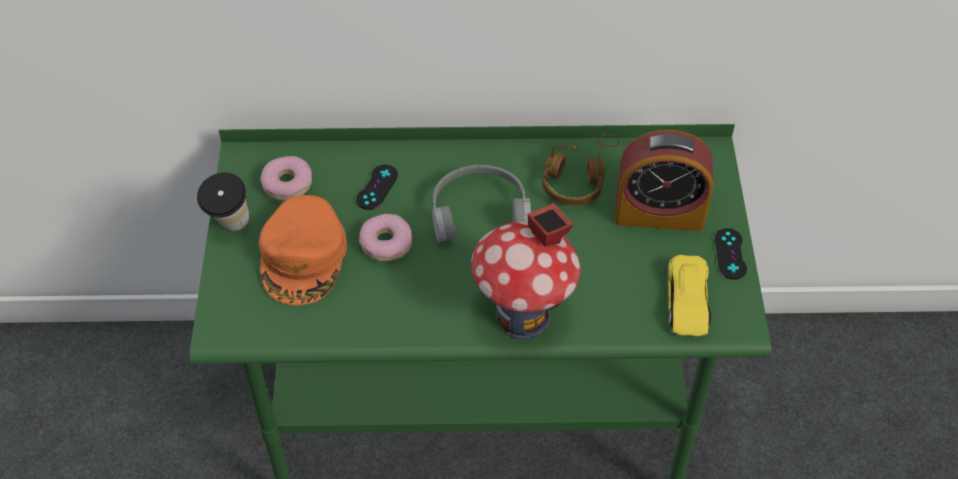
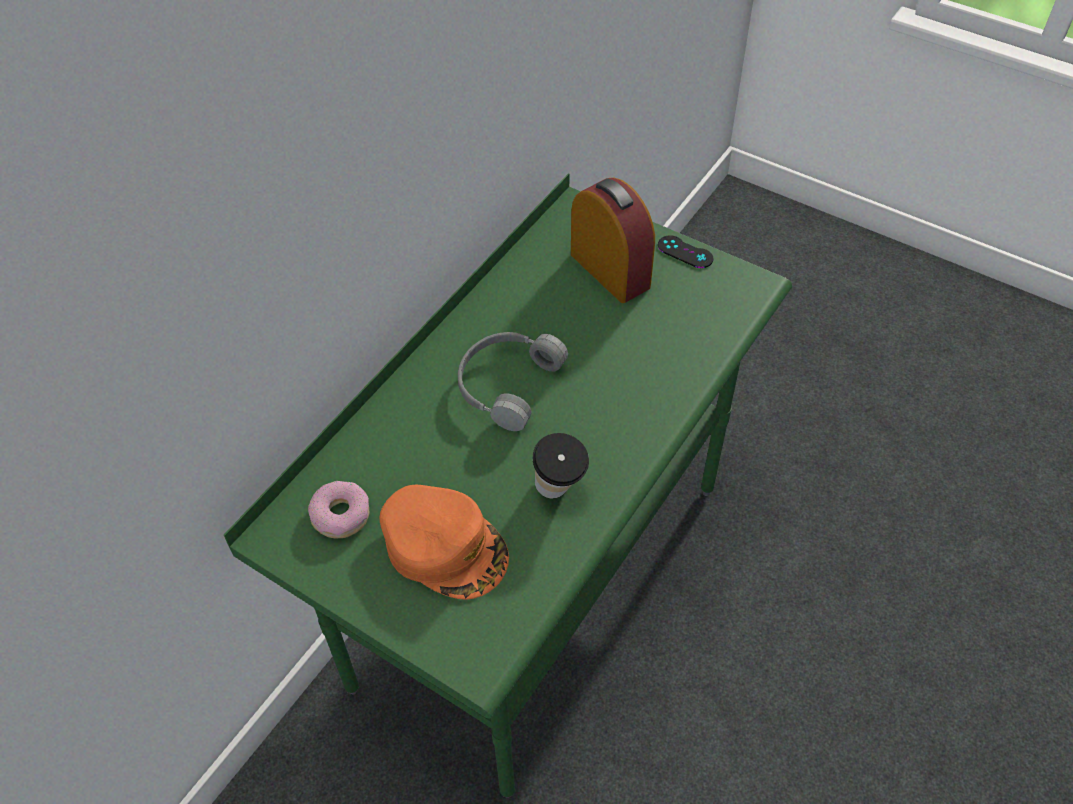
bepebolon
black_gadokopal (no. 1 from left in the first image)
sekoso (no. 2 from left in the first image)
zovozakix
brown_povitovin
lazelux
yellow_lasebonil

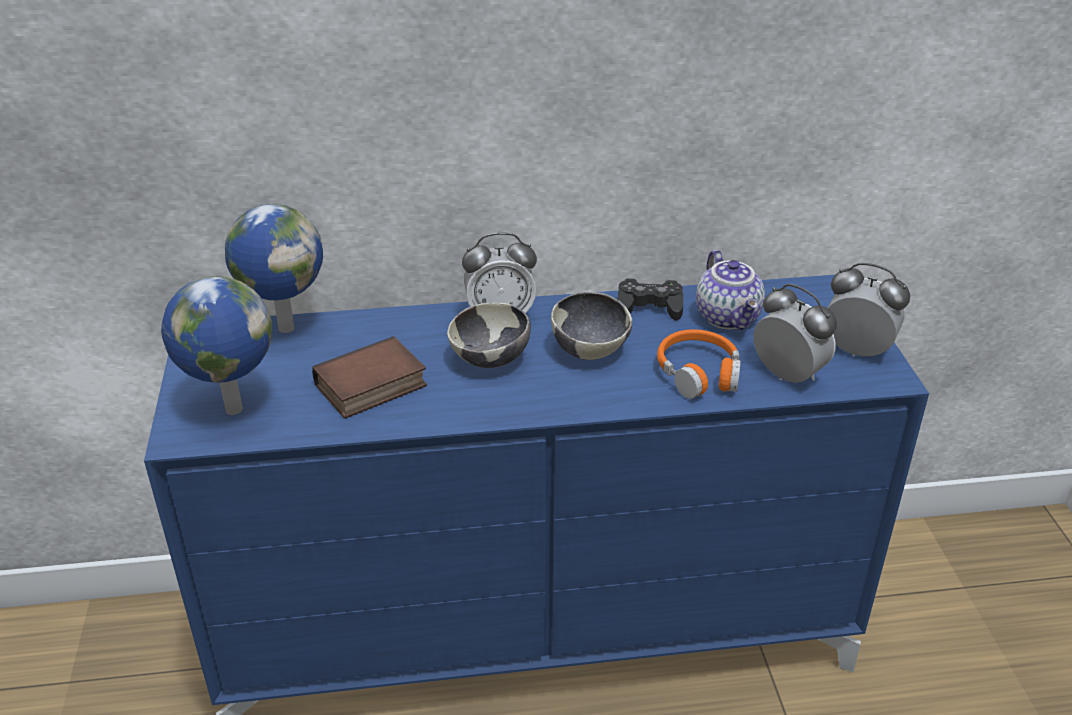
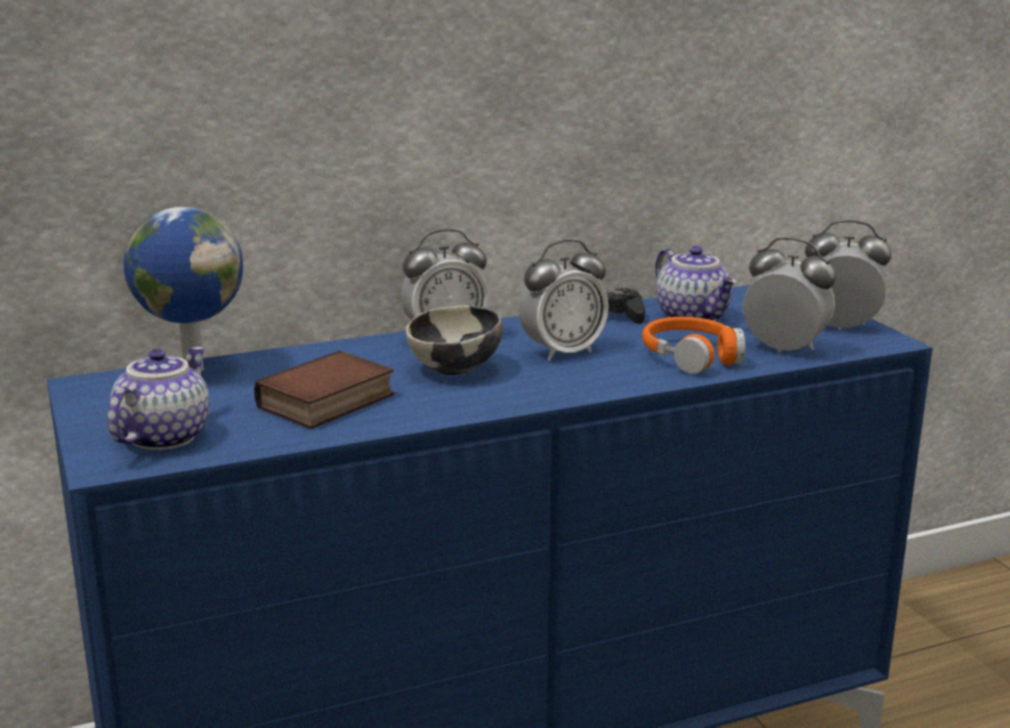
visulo (no. 1 from left)
lazelux (no. 2 from left)

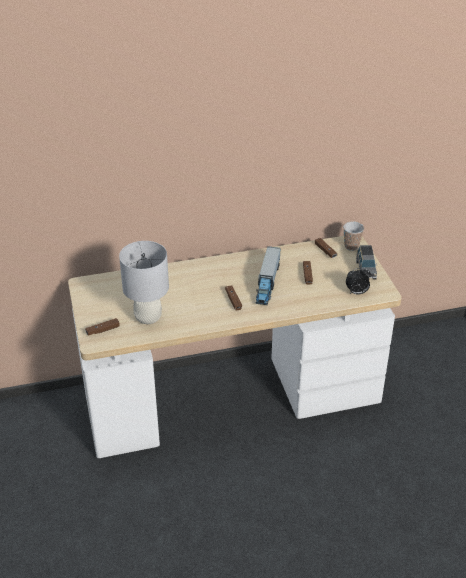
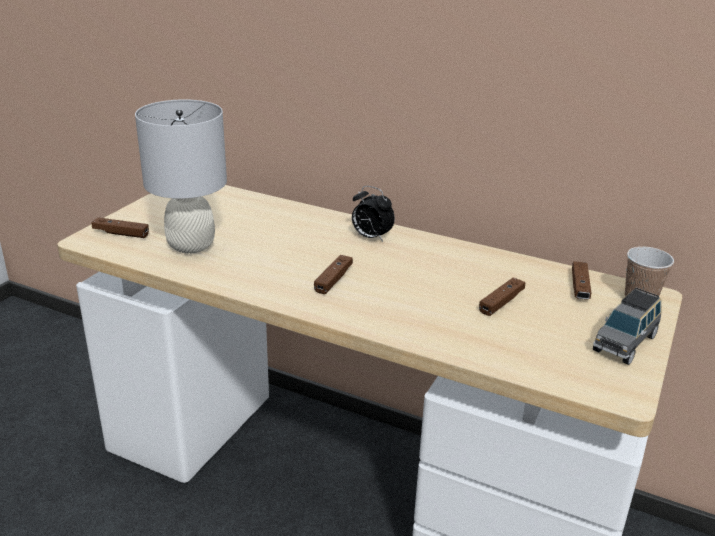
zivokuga
lazelux

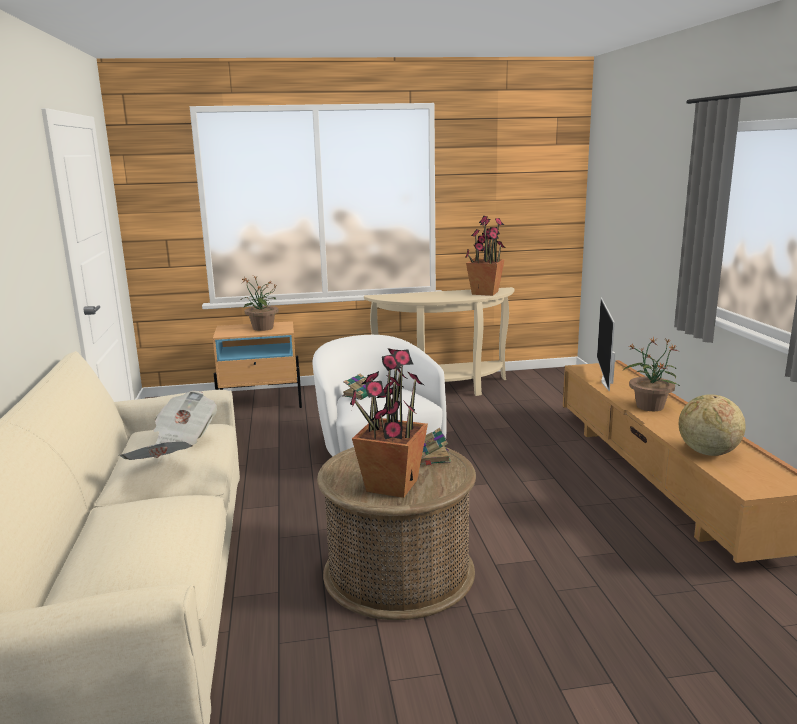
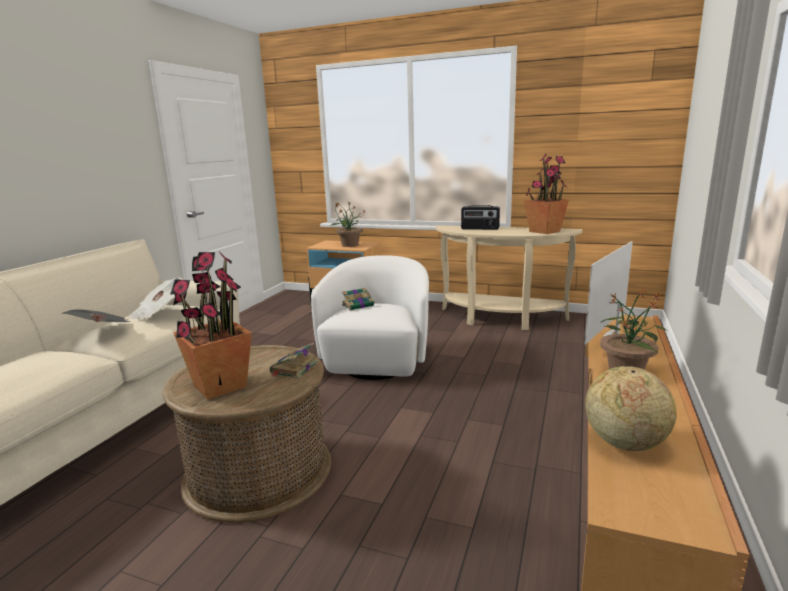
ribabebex

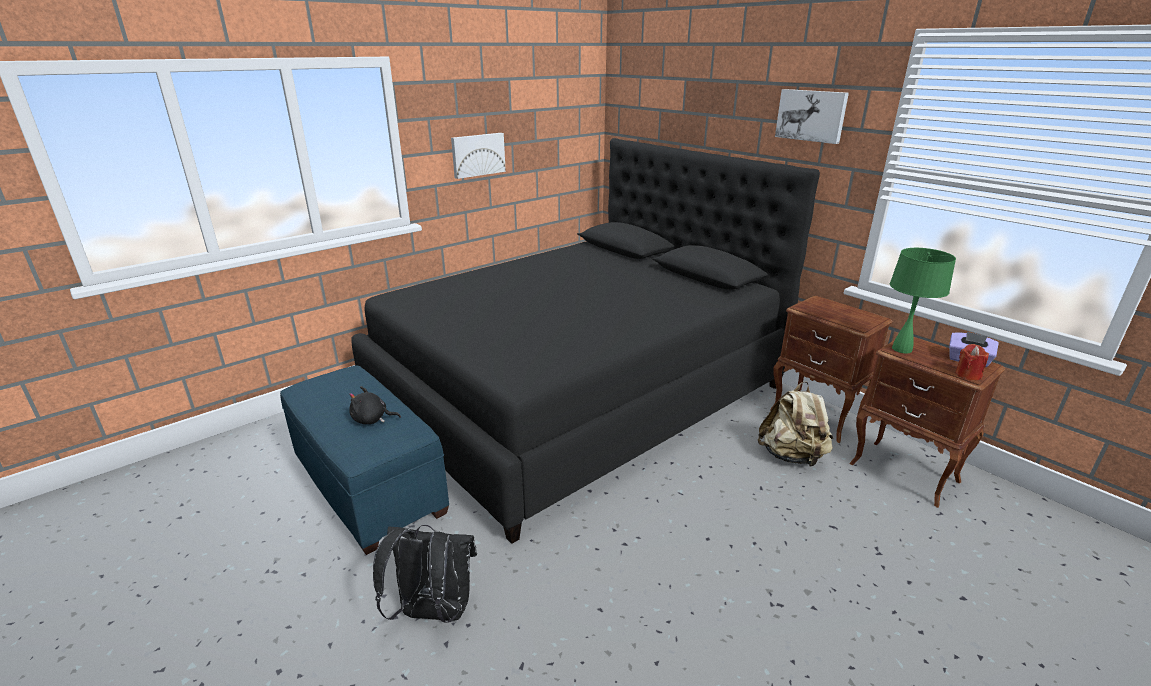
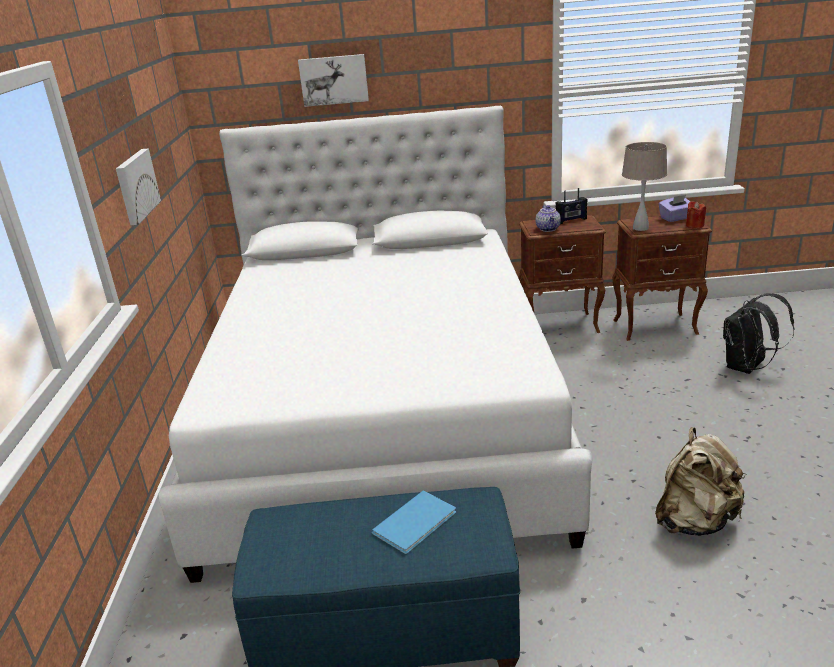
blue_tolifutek
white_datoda
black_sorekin
beige_sorekin
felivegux (no. 2 from left)
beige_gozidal
visulo
ribabebex

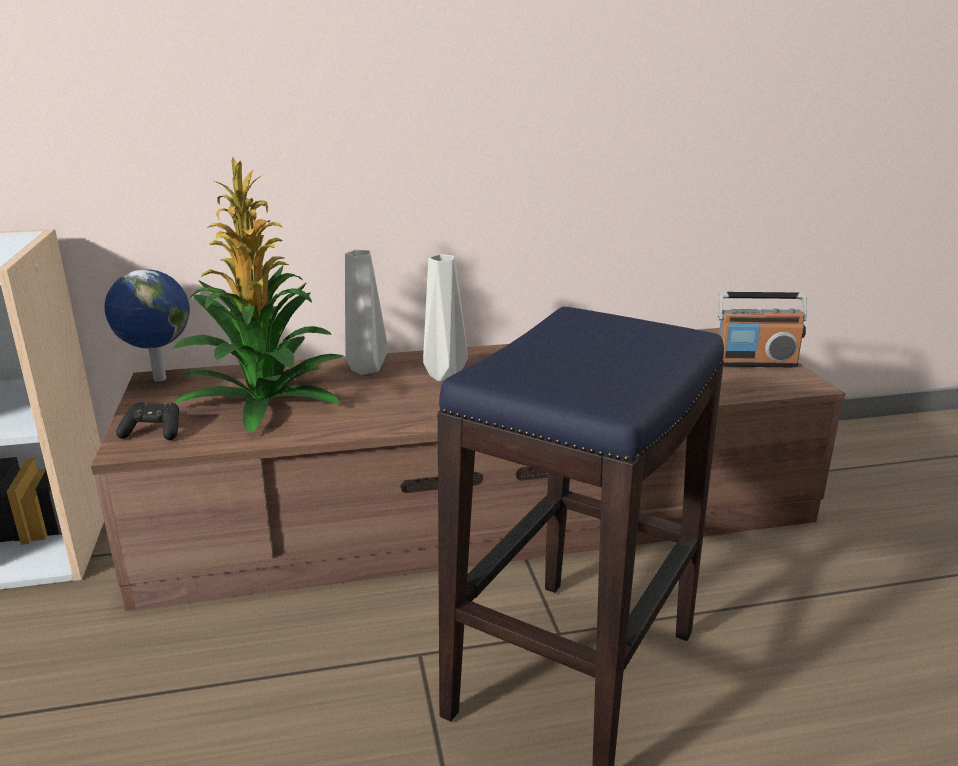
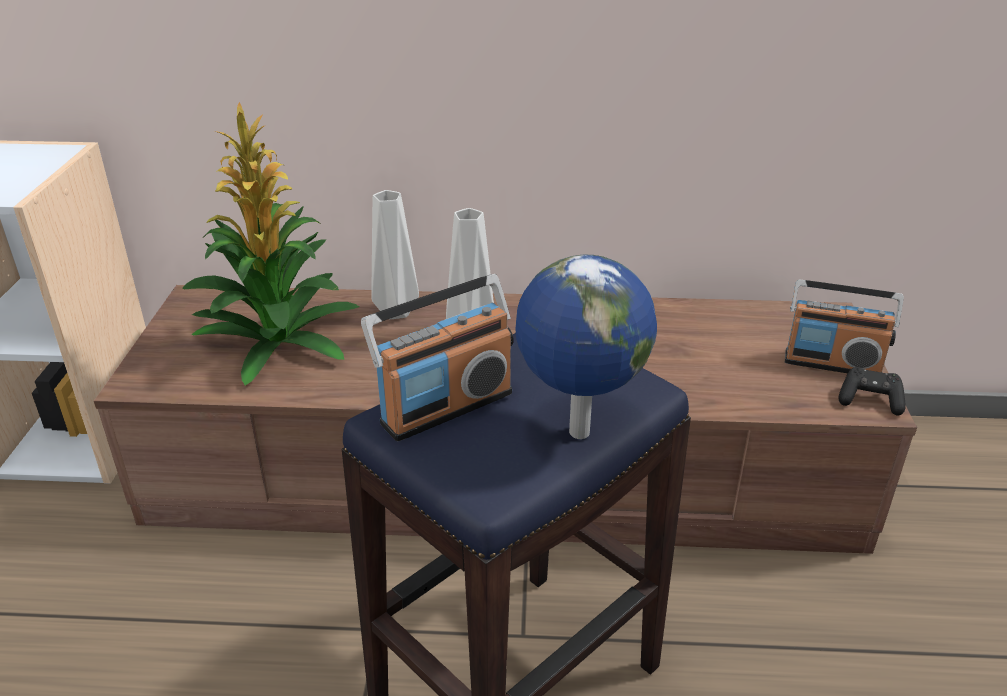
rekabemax
black_gadokopal
ribabebex (no. 1 from left)

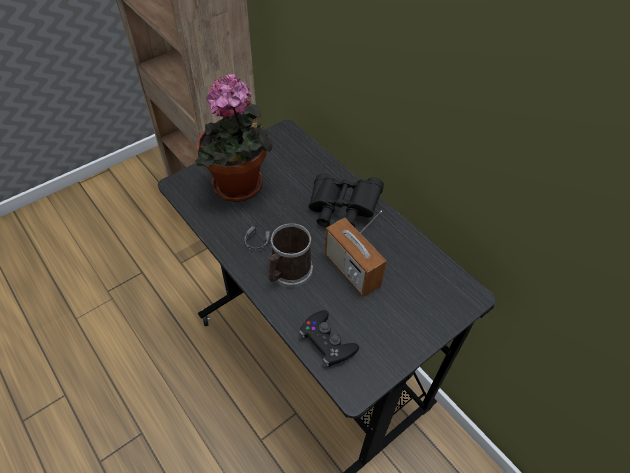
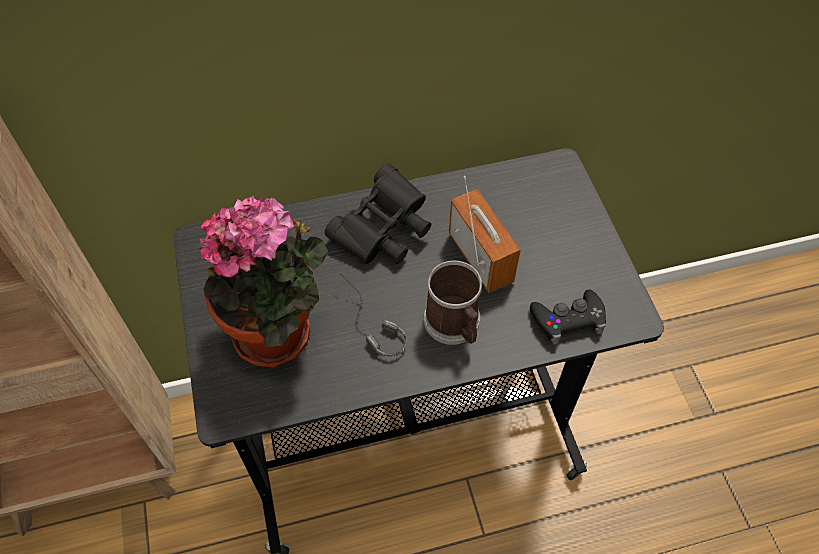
ribabebex

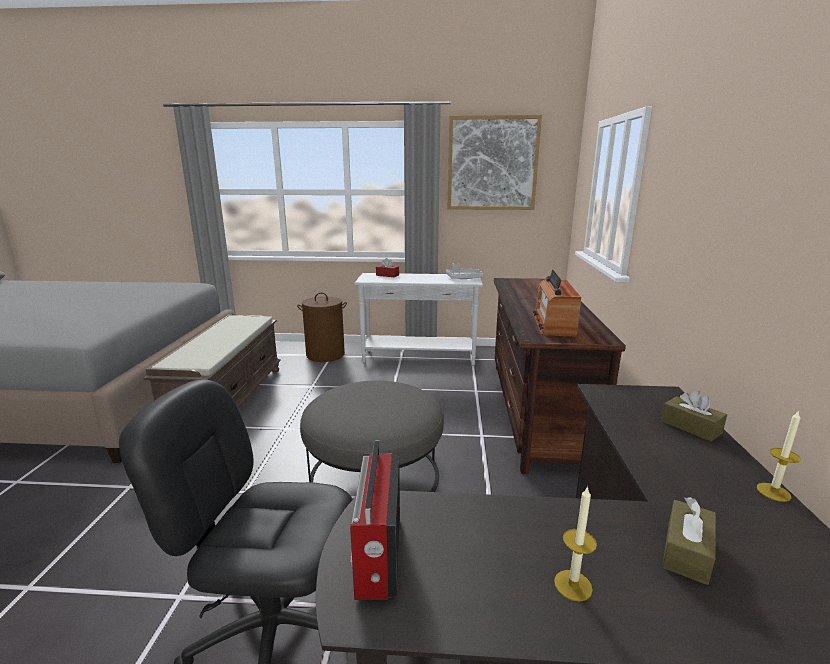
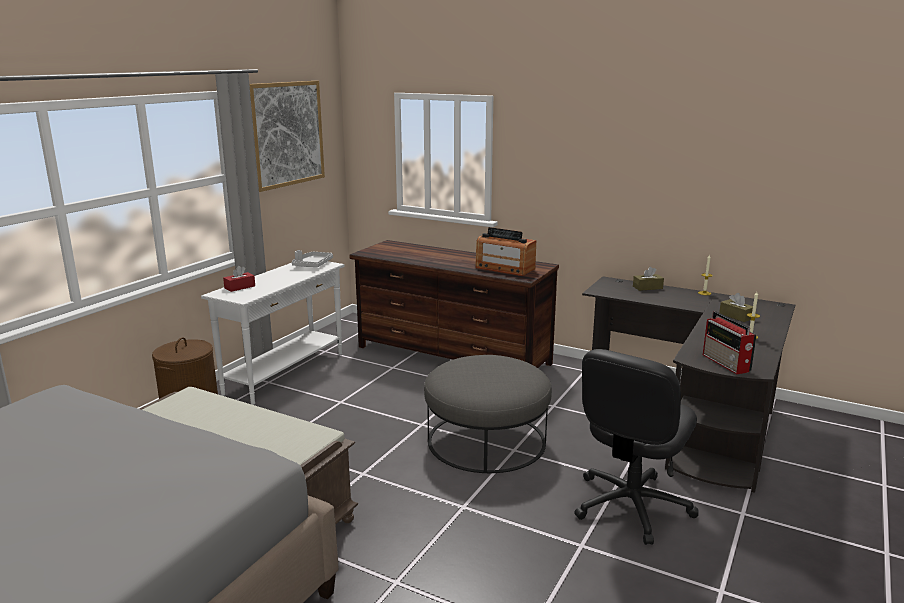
ribabebex (no. 2 from left)

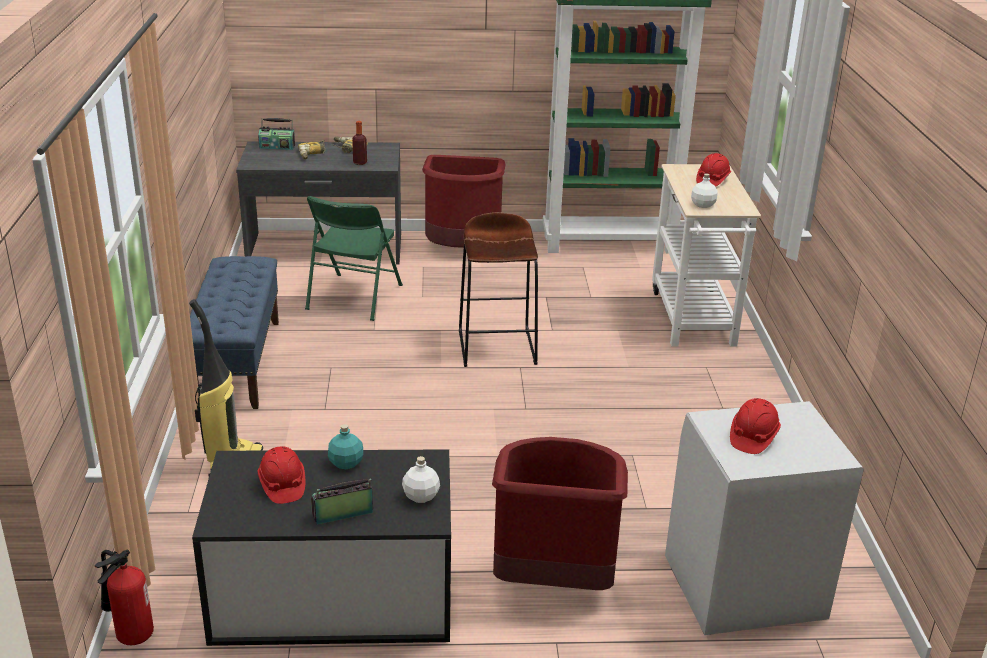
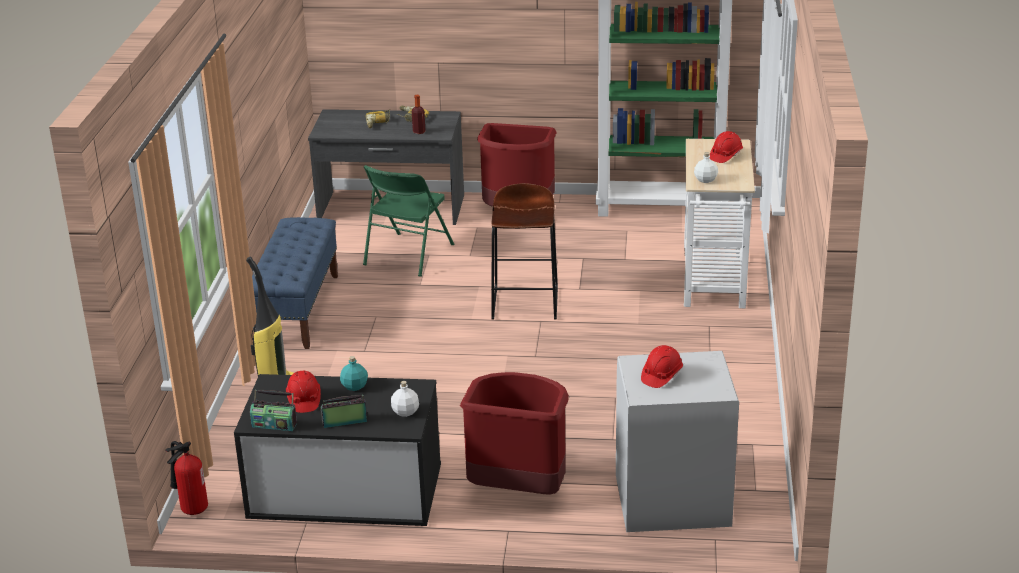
ribabebex (no. 1 from left)

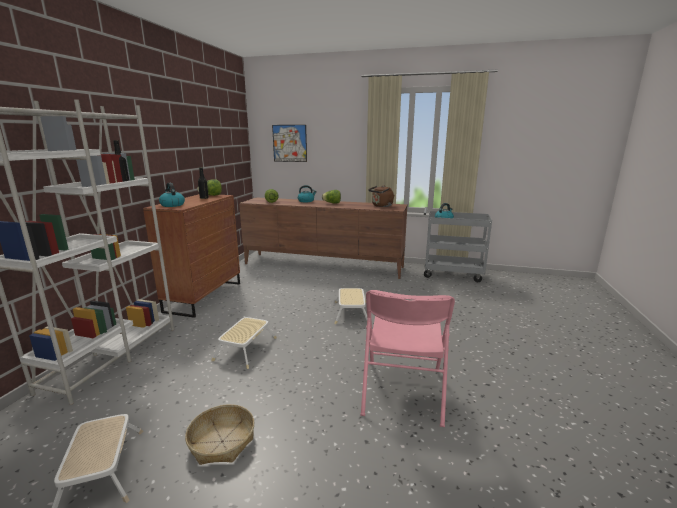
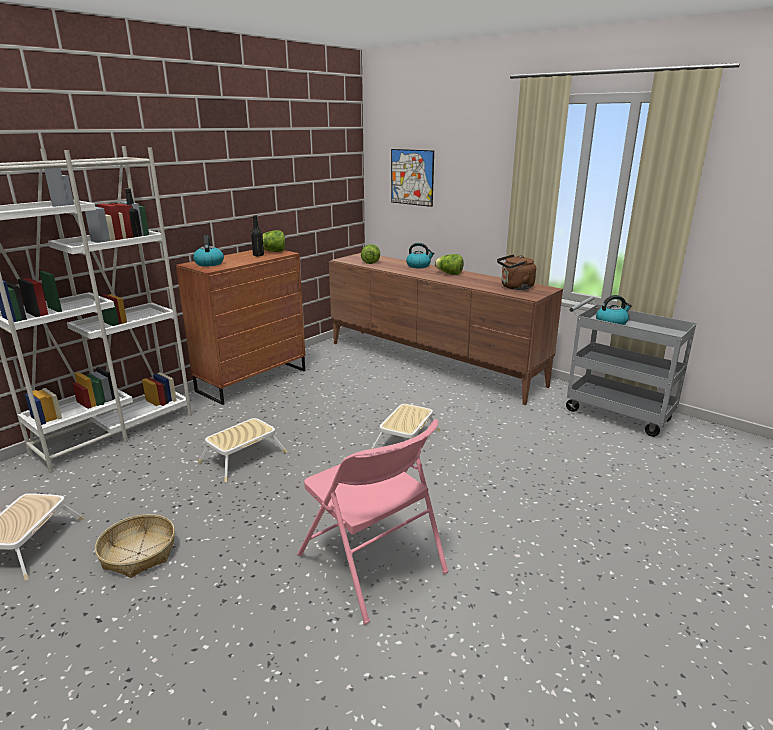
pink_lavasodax

